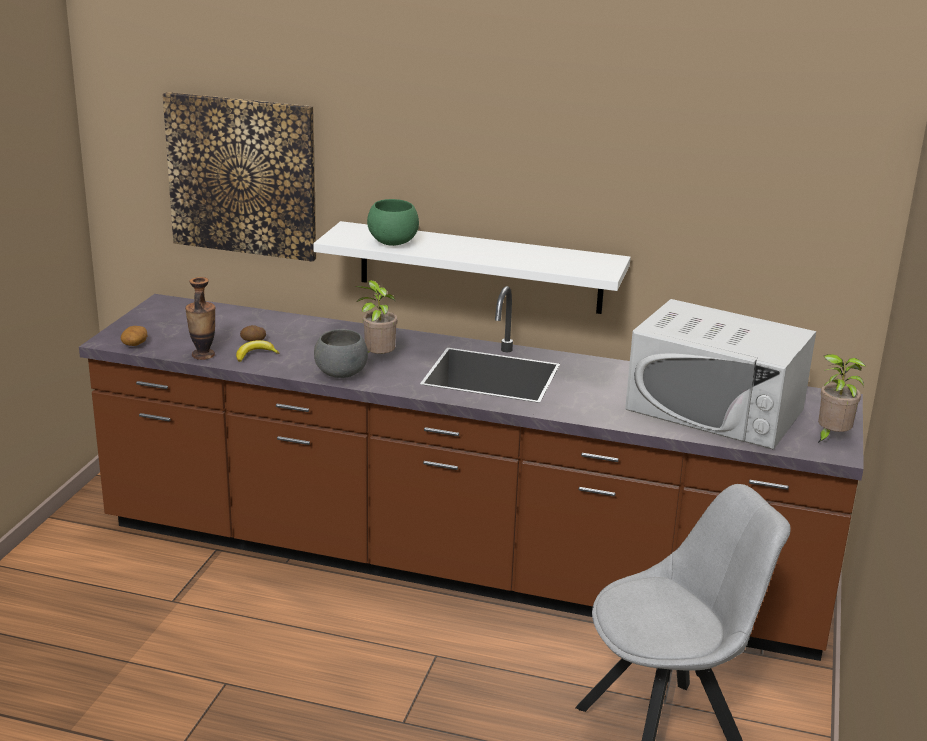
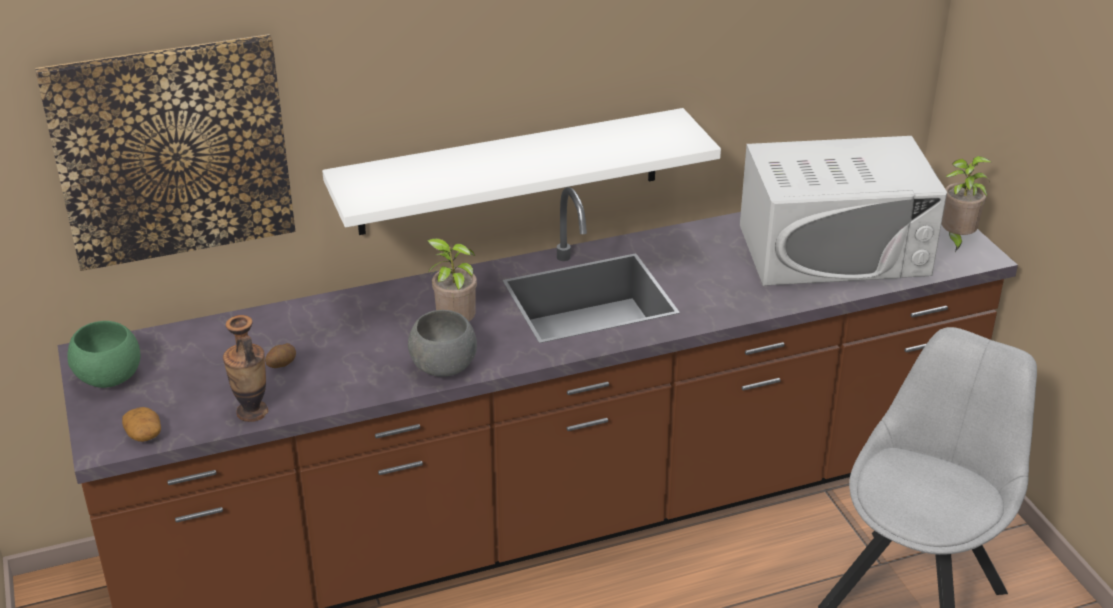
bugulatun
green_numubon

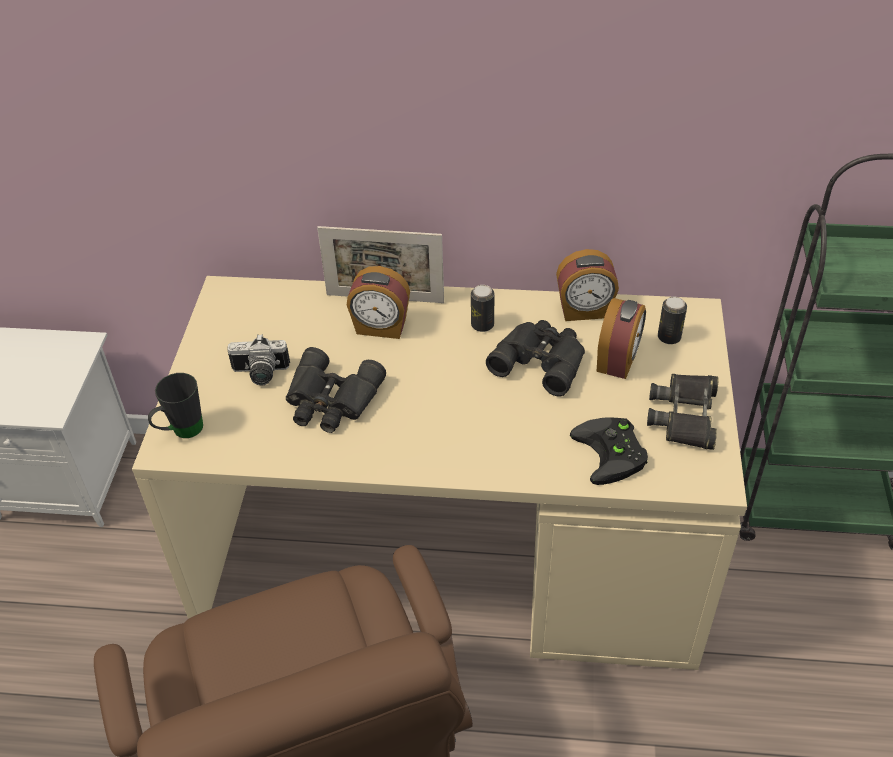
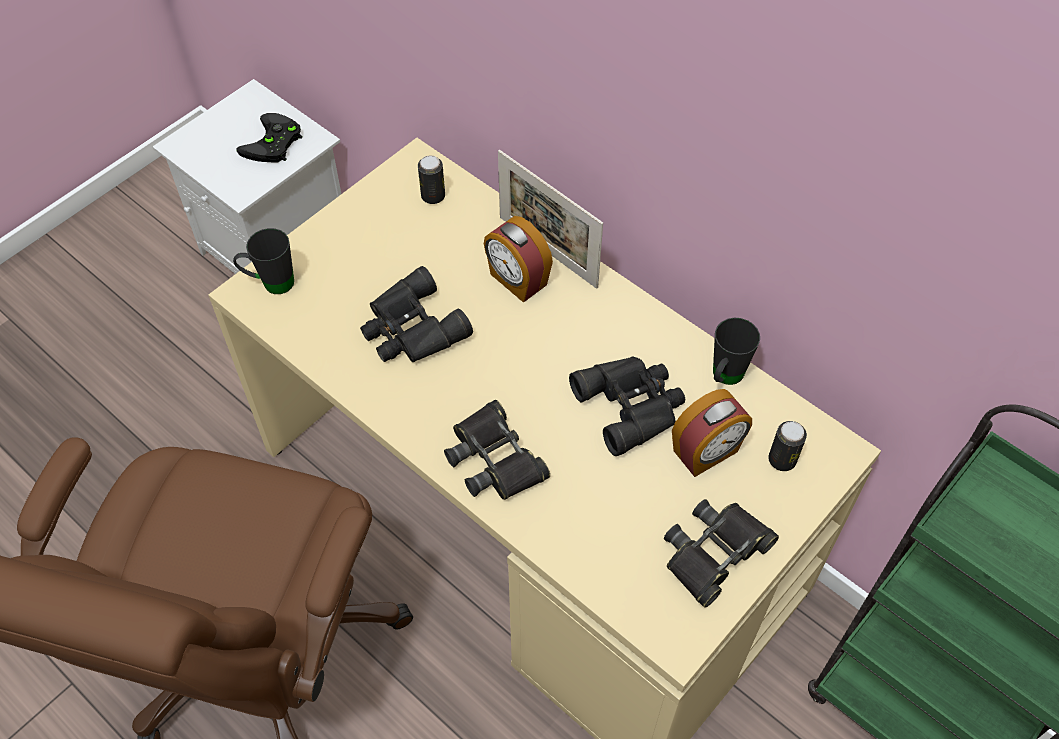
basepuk
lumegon (no. 1 from left)
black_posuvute (no. 2 from left)
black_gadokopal
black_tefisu (no. 2 from left)

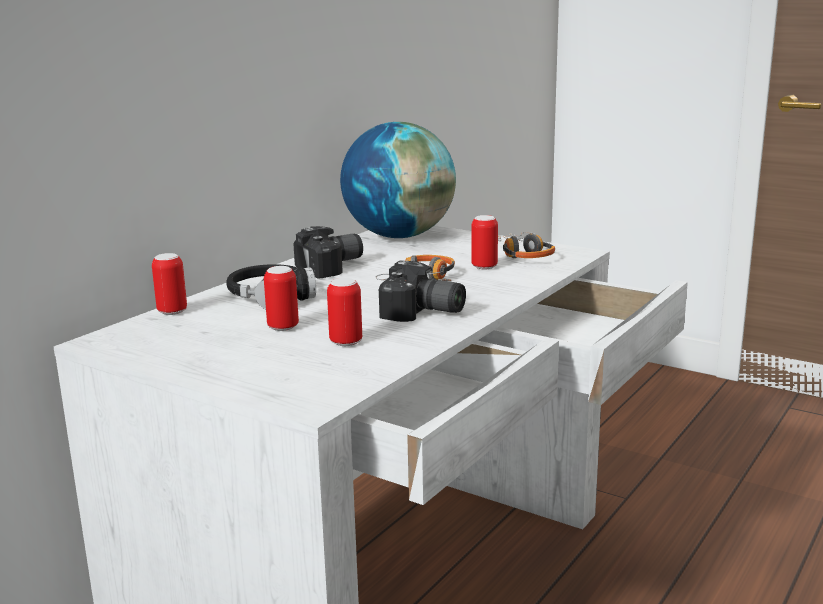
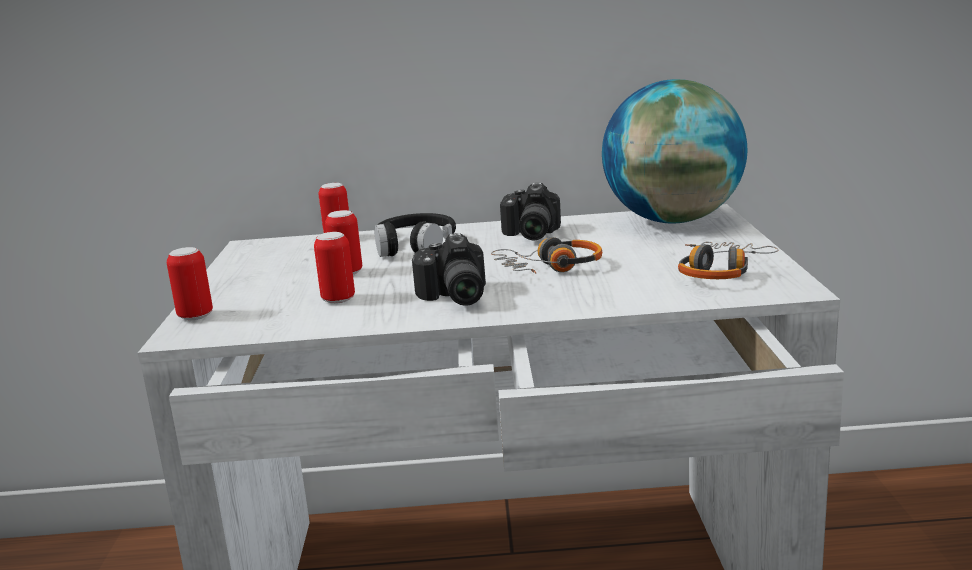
basepuk (no. 2 from left)
lumegon (no. 1 from left)

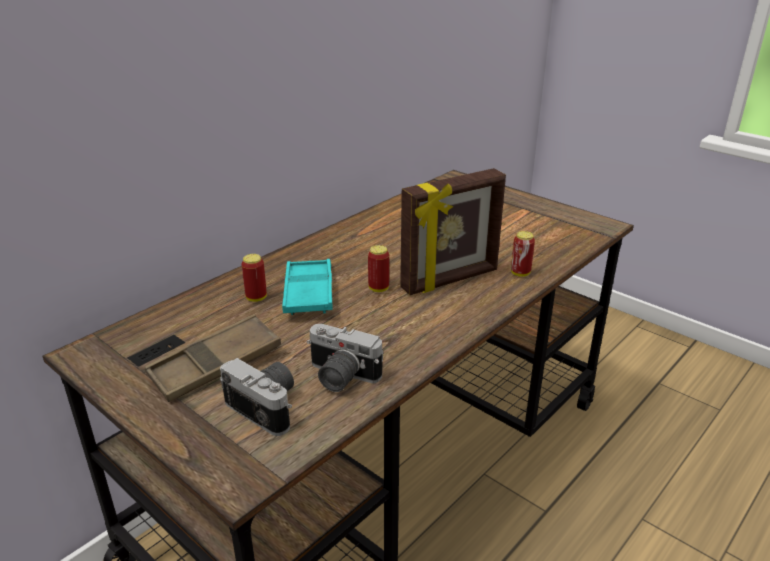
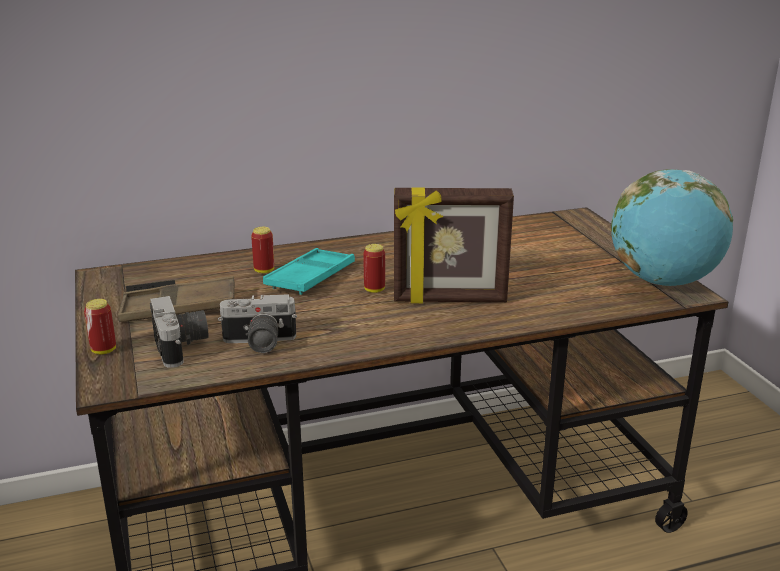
basepuk (no. 2 from left)
lumegon (no. 1 from left)
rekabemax

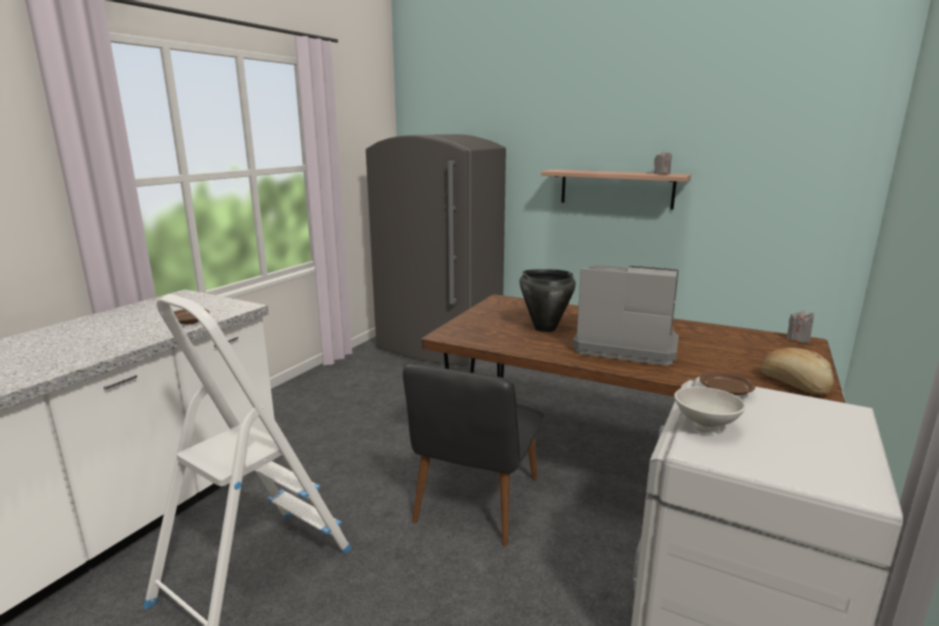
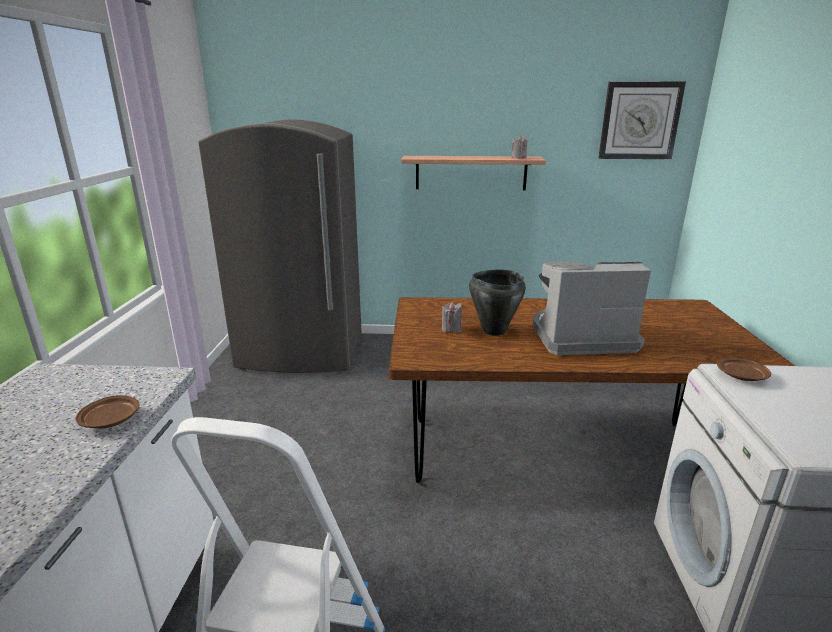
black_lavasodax
white_numubon
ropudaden
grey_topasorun (no. 1 from left)
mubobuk

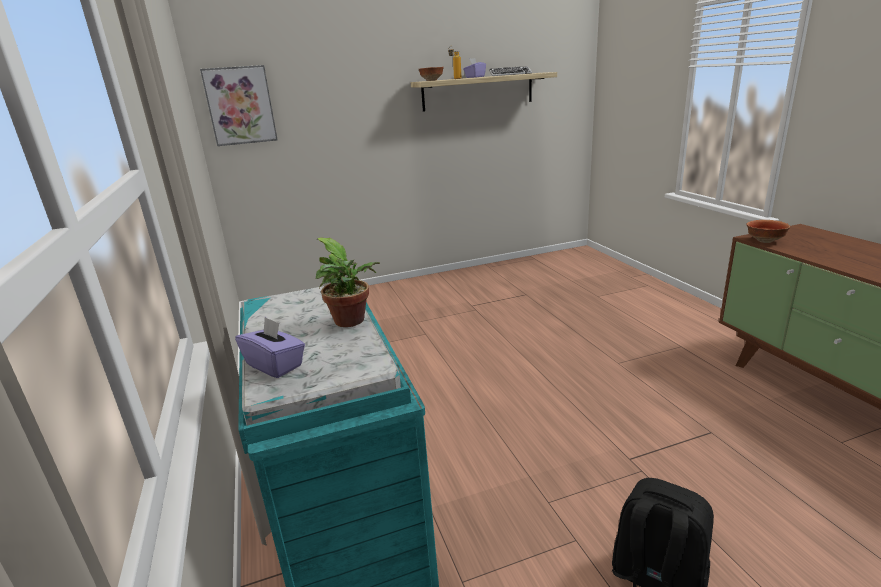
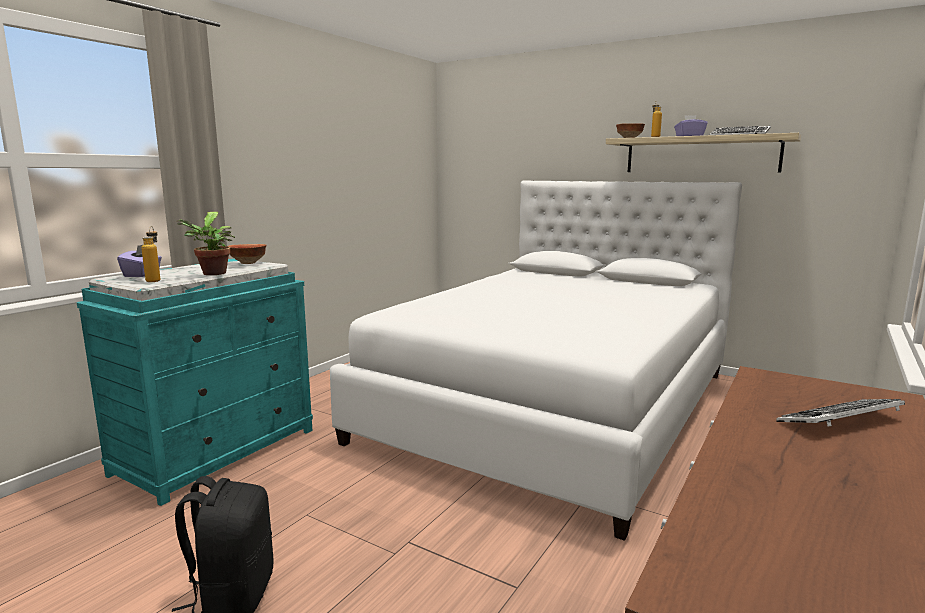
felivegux
numubon (no. 1 from left)
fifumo (no. 1 from left)
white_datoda
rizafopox (no. 2 from left)

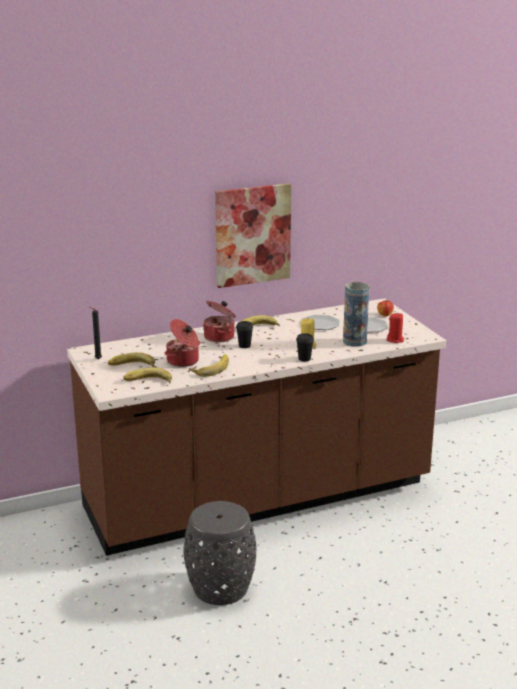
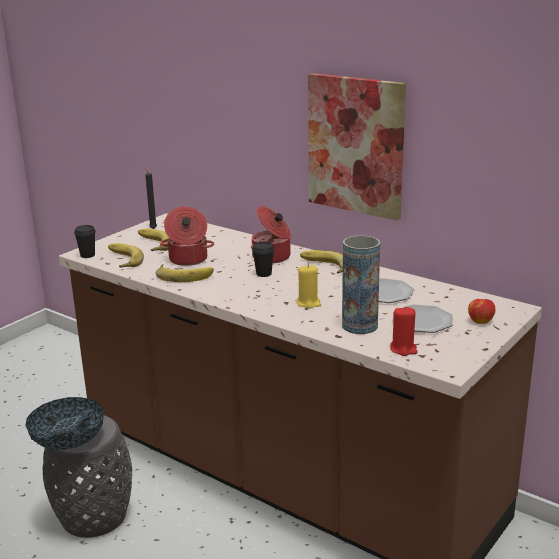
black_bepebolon (no. 1 from left)
numubon

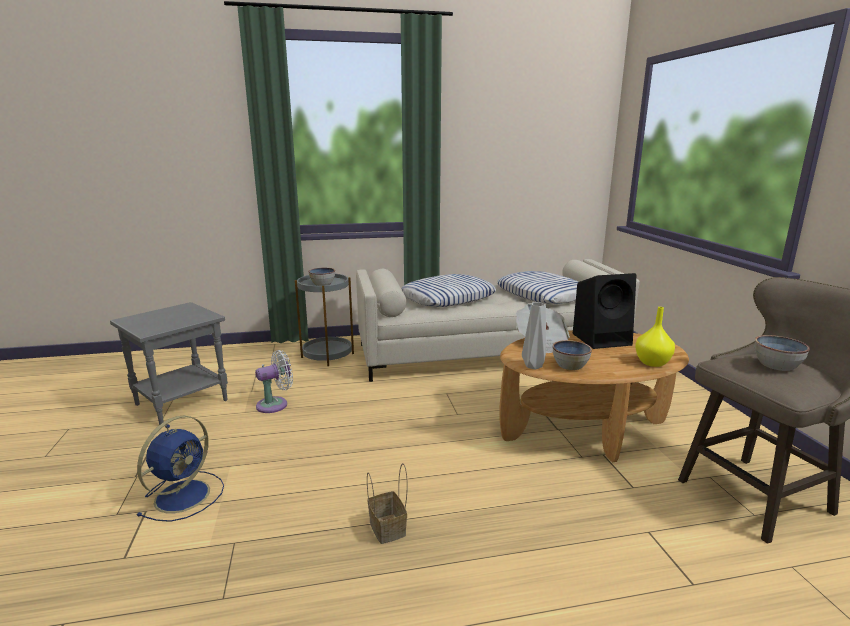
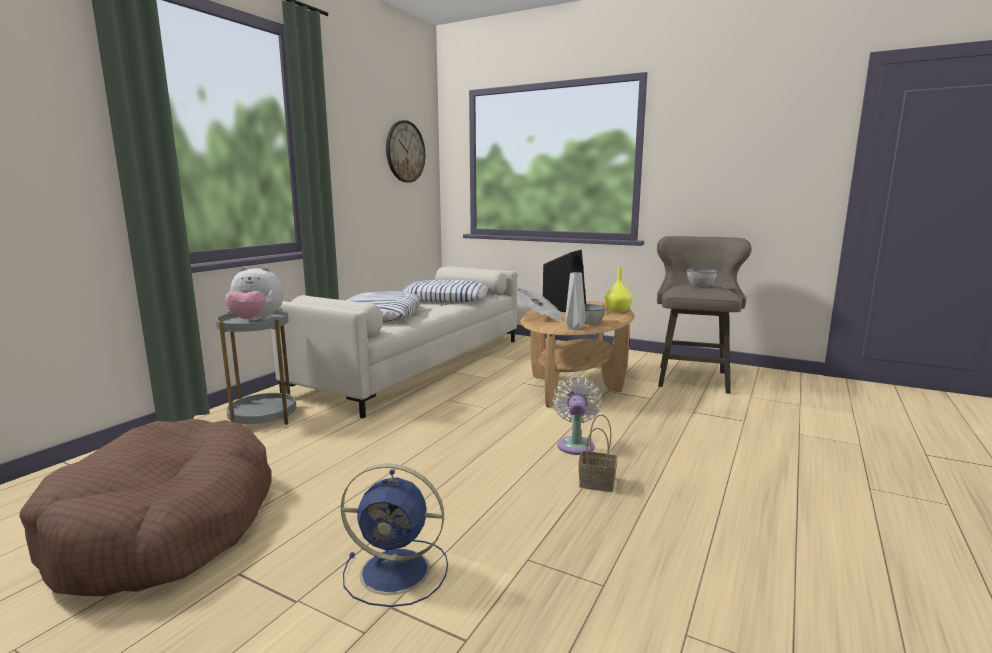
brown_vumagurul
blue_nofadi
white_nofadi
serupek
mubobuk

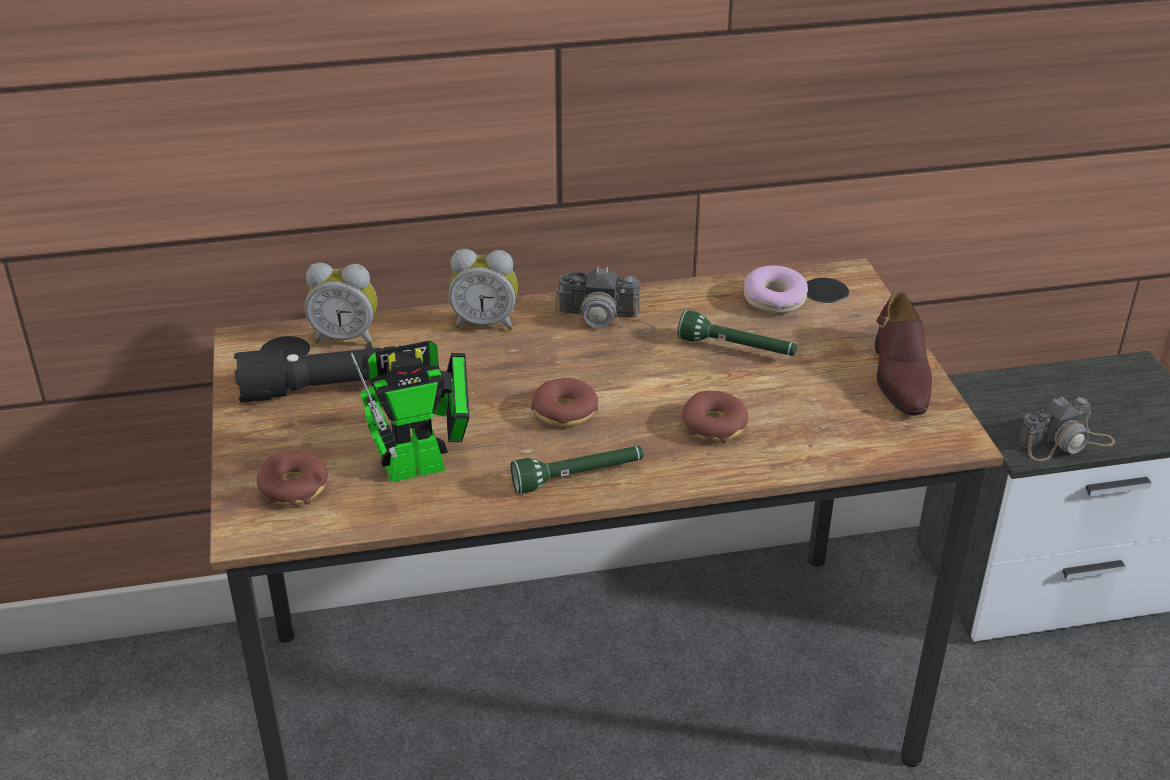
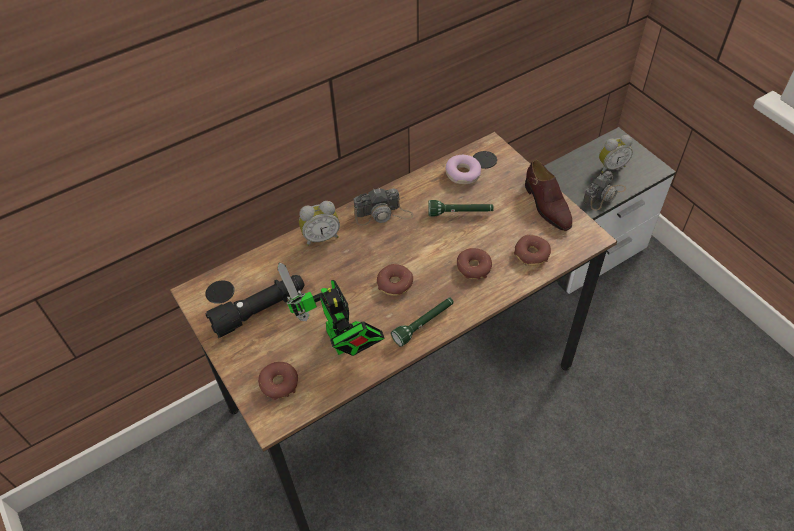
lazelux (no. 2 from left)
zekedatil
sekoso (no. 5 from left)

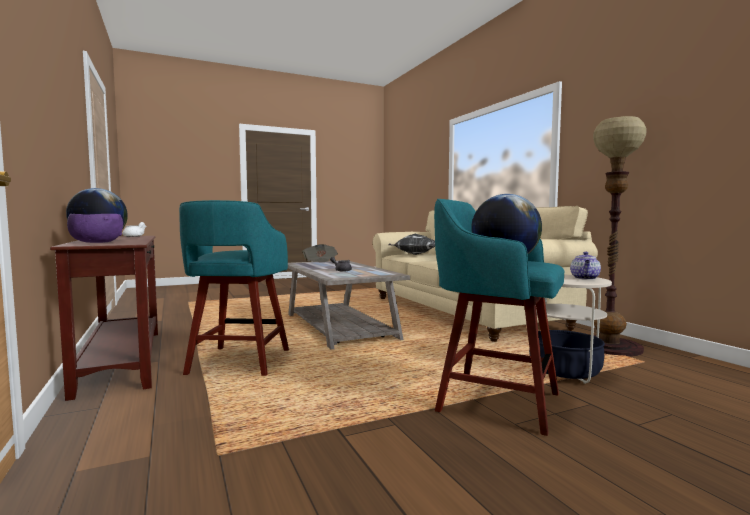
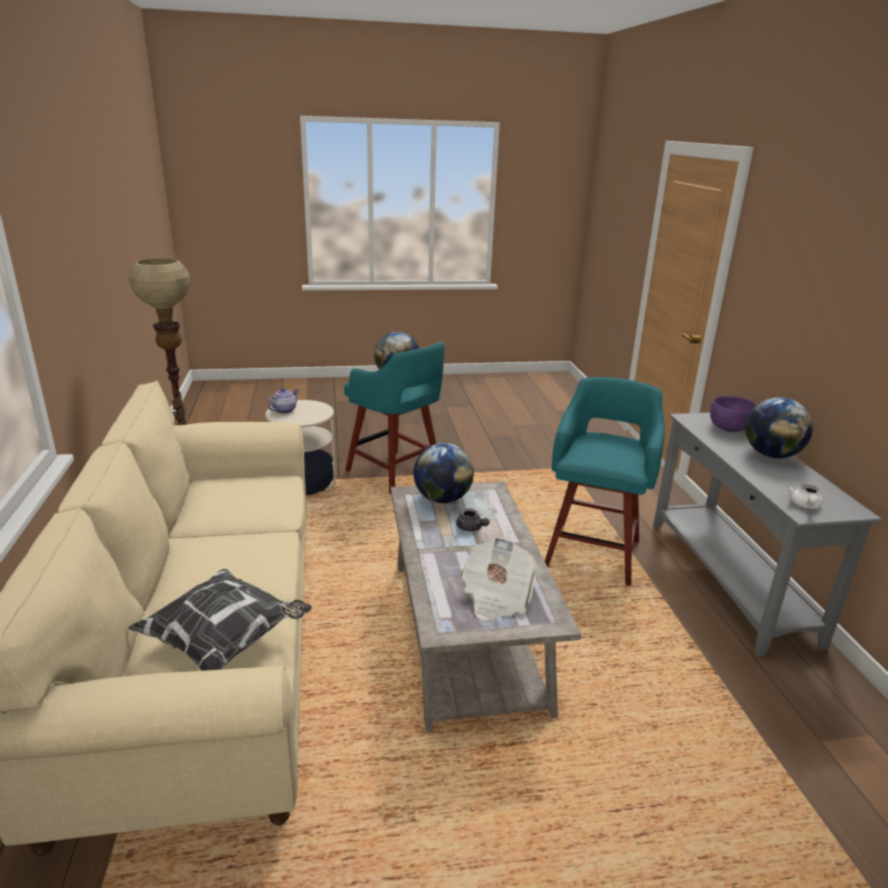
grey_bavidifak
rekabemax (no. 2 from left)

